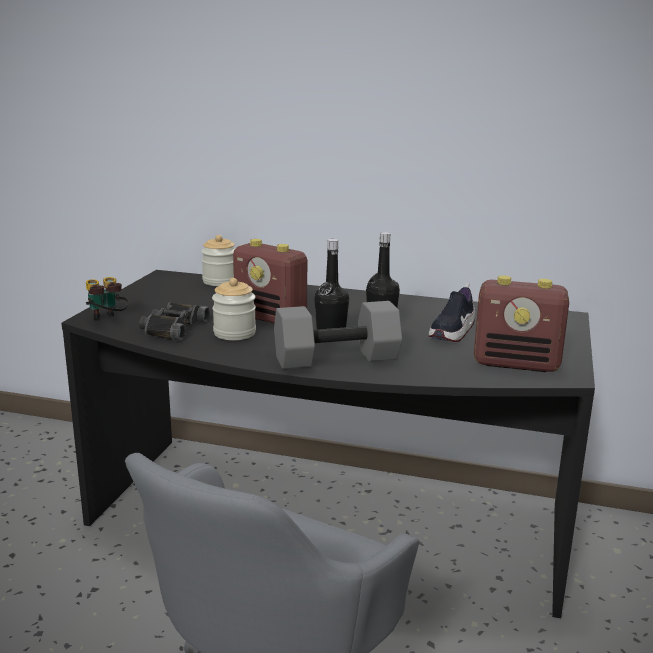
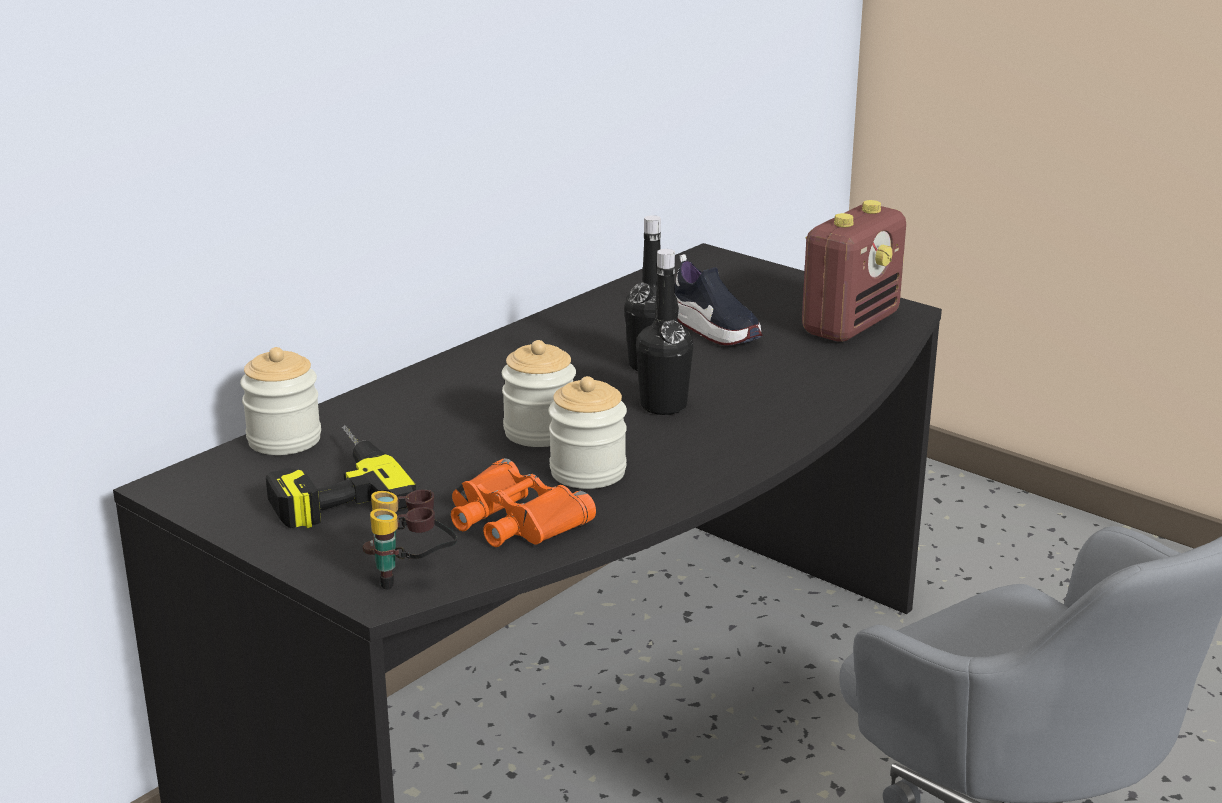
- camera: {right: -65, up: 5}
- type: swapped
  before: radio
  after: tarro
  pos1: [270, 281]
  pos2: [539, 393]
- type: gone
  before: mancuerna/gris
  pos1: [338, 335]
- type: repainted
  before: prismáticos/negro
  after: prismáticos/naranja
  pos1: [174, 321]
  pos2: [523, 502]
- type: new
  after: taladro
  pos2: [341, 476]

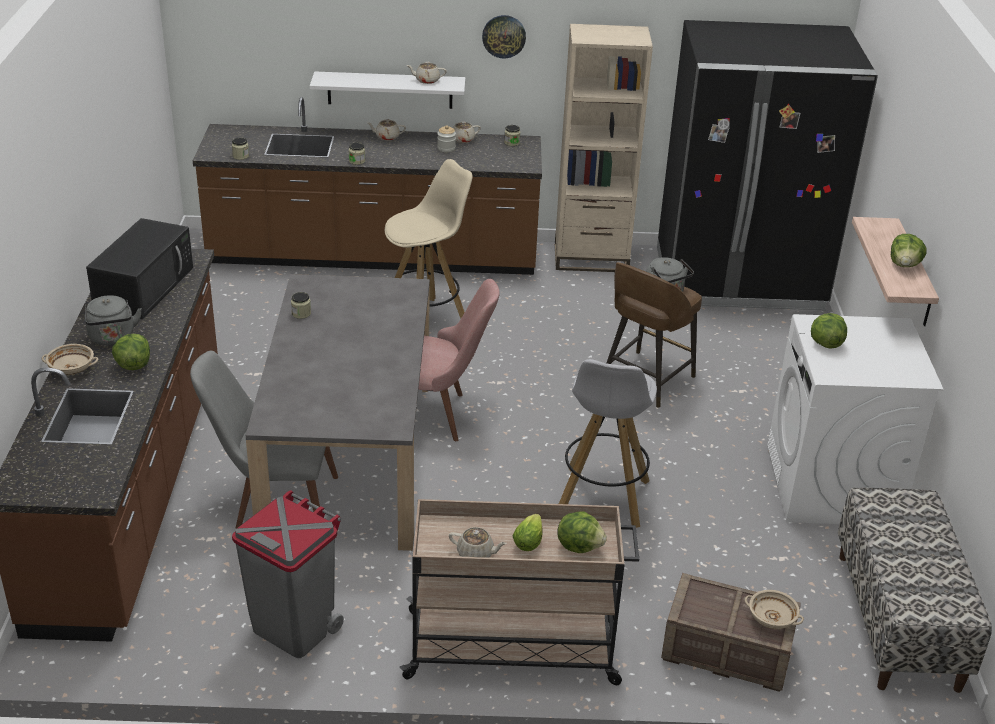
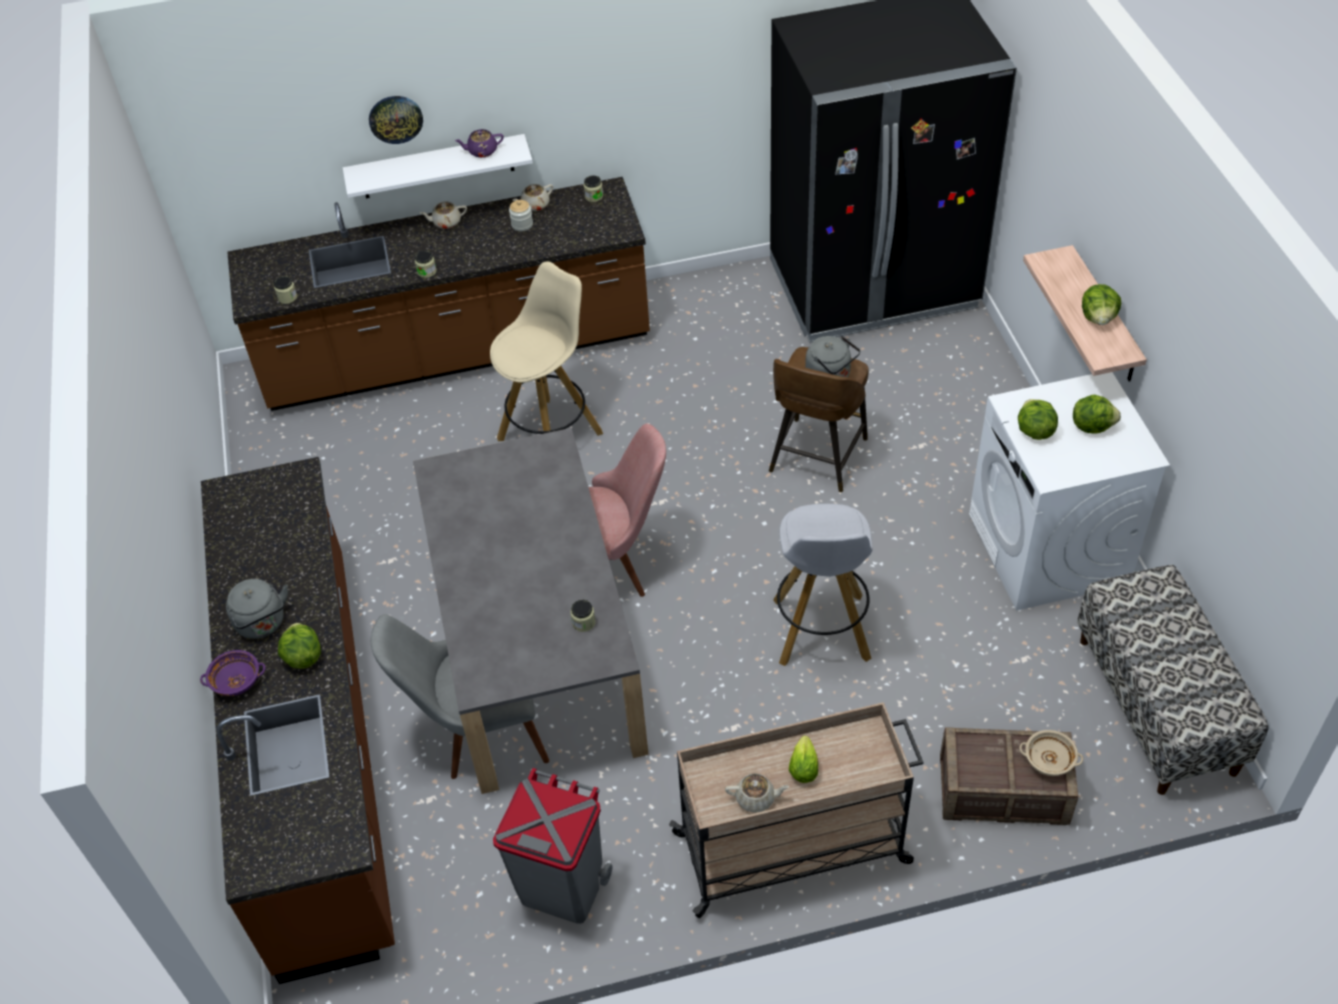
- camera: {right: -10, up: 15}
- type: shifted
  before: reloj de pared
  pos1: [504, 36]
  pos2: [396, 120]
- type: gone
  before: estantería/beis
  pos1: [604, 148]
- type: repainted
  before: tetera/beis
  after: tetera/morado
  pos1: [427, 73]
  pos2: [479, 143]
- type: gone
  before: microondas/negro
  pos1: [139, 268]
- type: shifted
  before: tarro
  pos1: [301, 305]
  pos2: [583, 616]
- type: repainted
  before: cuenco/beis
  after: cuenco/morado
  pos1: [70, 359]
  pos2: [233, 673]
- type: shifted
  before: lechuga
  pos1: [582, 532]
  pos2: [1097, 414]

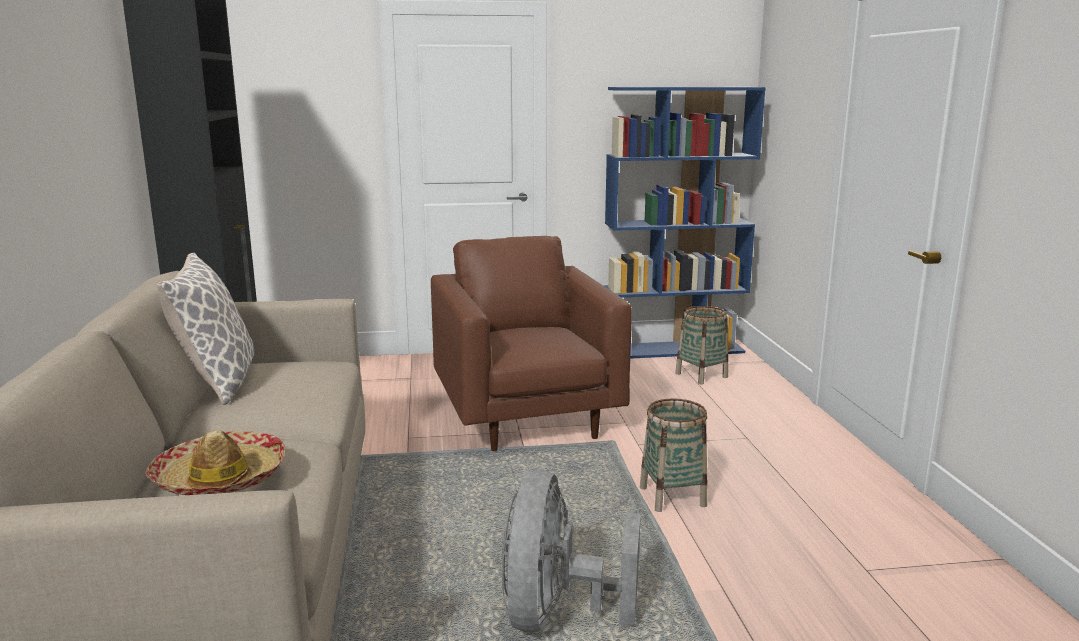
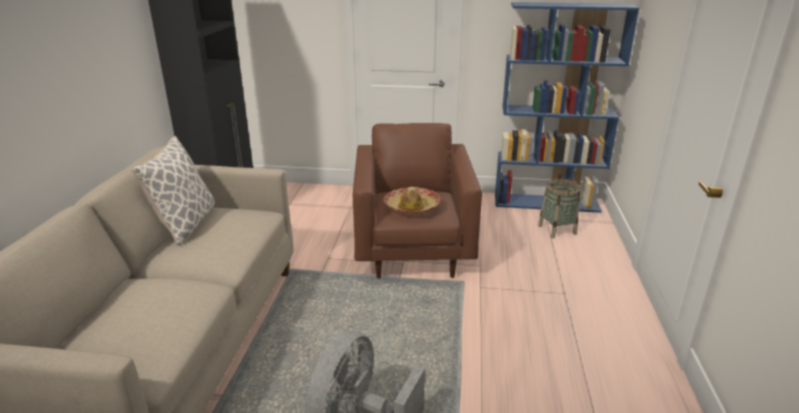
- camera: {right: 15, up: 10}
- type: gone
  before: cesta
  pos1: [673, 455]
- type: shifted
  before: sombrero
  pos1: [215, 463]
  pos2: [411, 201]

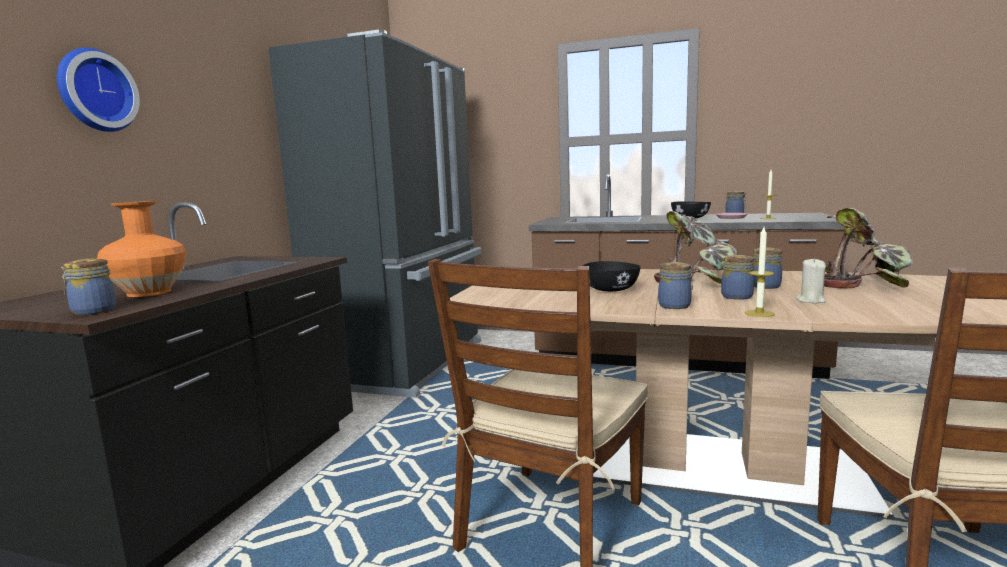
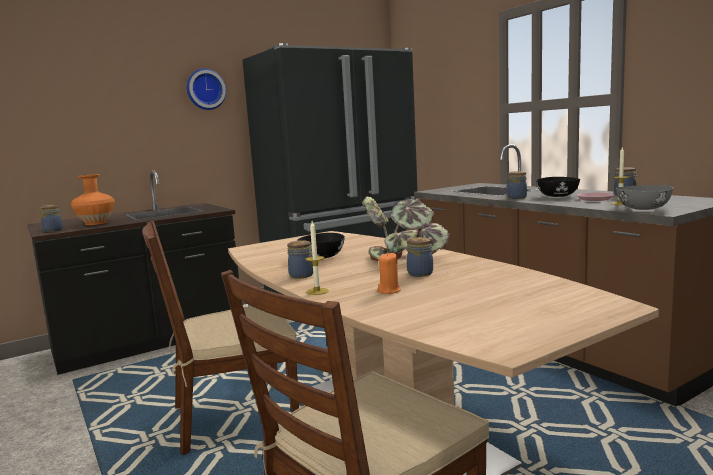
- camera: {right: 40, up: 0}
- type: shifted
  before: reloj de pared
  pos1: [98, 90]
  pos2: [206, 89]
- type: gone
  before: planta en maceta
  pos1: [868, 248]
- type: shifted
  before: tarro
  pos1: [737, 277]
  pos2: [517, 185]
- type: repainted
  before: vela/beis
  after: vela/naranja
  pos1: [811, 281]
  pos2: [389, 273]
- type: new
  after: cuenco/gris
  pos2: [644, 197]

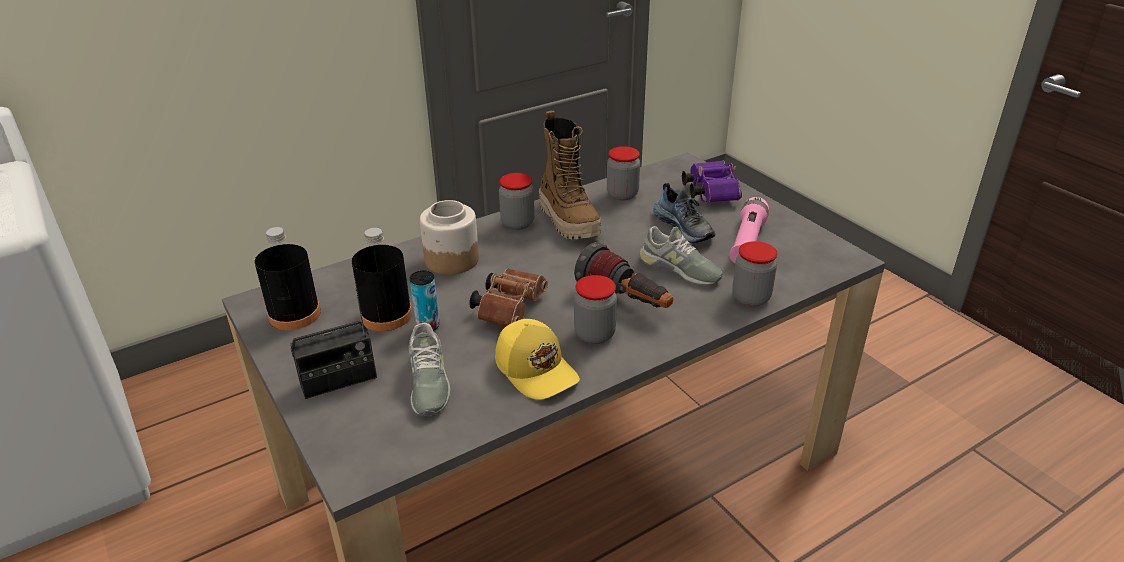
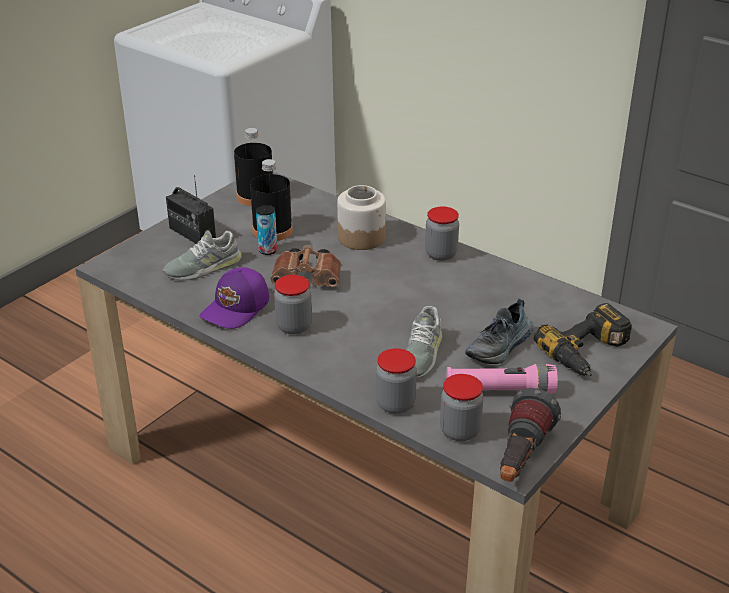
- camera: {right: 70, up: 0}
- type: gone
  before: bota
  pos1: [570, 174]
- type: shifted
  before: tarro
  pos1: [623, 173]
  pos2: [462, 407]
- type: swapped
  before: prismáticos/morado
  after: taladro
  pos1: [712, 181]
  pos2: [583, 339]
- type: shifted
  before: linterna
  pos1: [623, 275]
  pos2: [530, 435]
- type: repainted
  before: gorra/amarillo
  after: gorra/morado
  pos1: [537, 359]
  pos2: [234, 298]

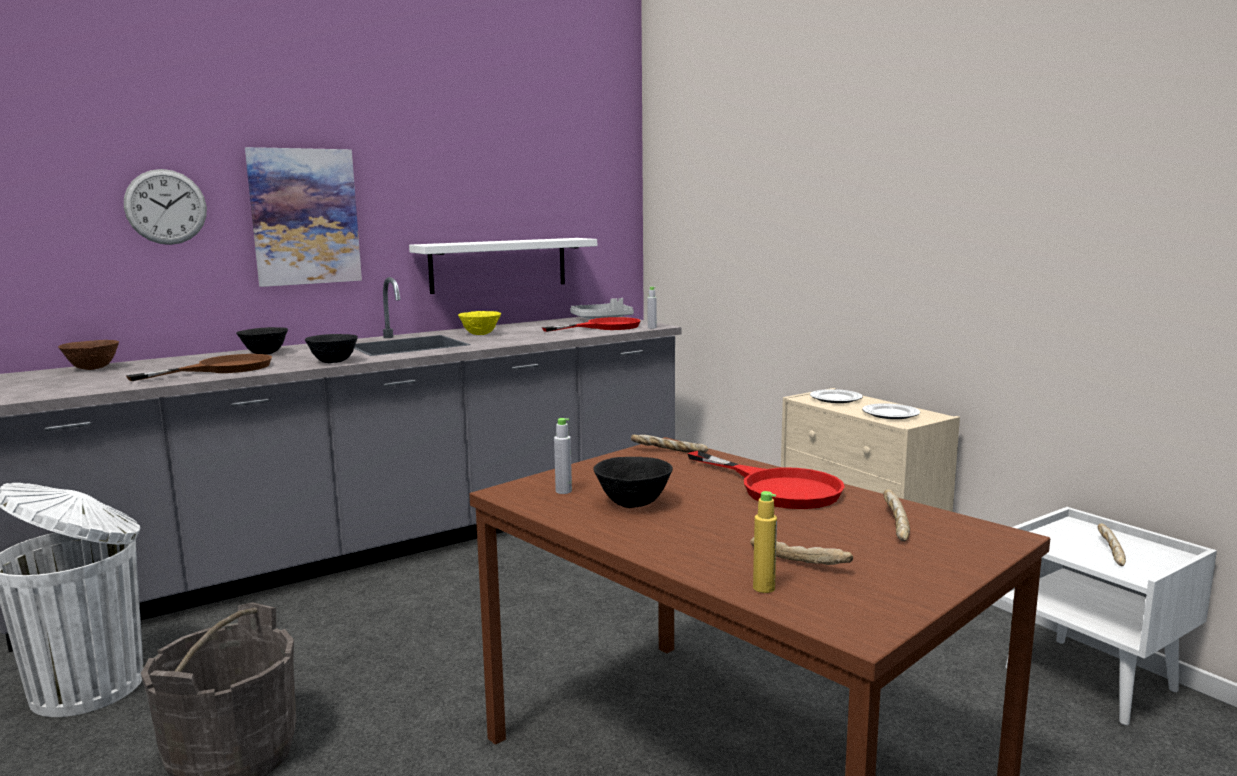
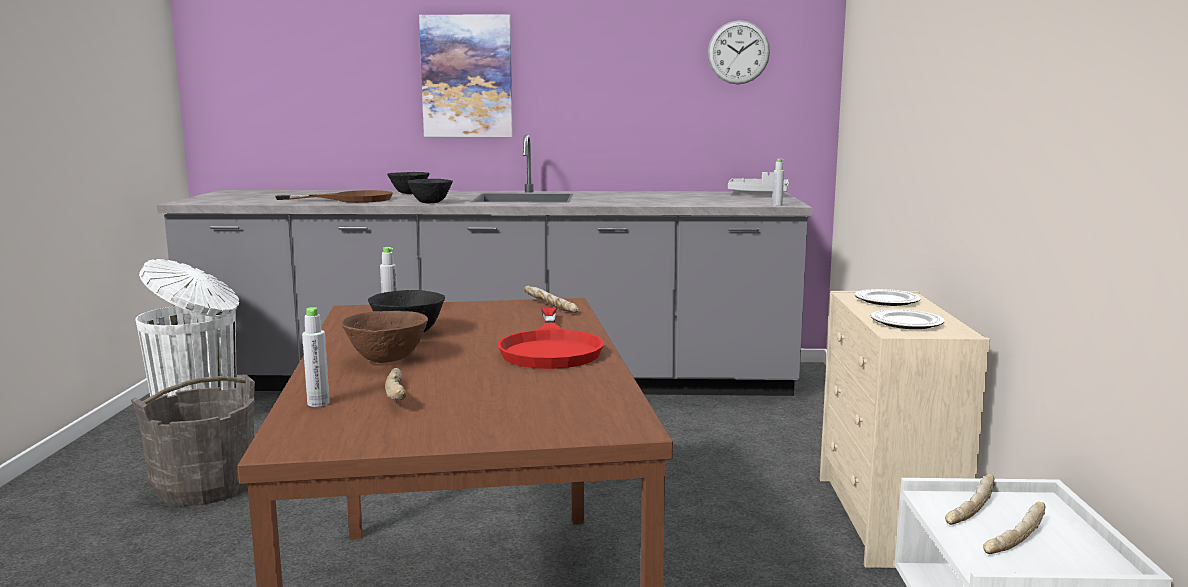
- camera: {right: 35, up: 0}
- type: shifted
  before: reloj de pared
  pos1: [165, 207]
  pos2: [739, 52]
- type: gone
  before: estante/blanco
  pos1: [503, 266]
- type: gone
  before: cuenco/amarillo
  pos1: [479, 323]
- type: gone
  before: sartén/rojo
  pos1: [591, 324]
- type: shifted
  before: cuenco/marrón
  pos1: [88, 355]
  pos2: [384, 337]
- type: shifted
  before: pan
  pos1: [896, 515]
  pos2: [970, 499]
- type: repainted
  before: botella/amarillo
  after: botella/gris
  pos1: [765, 542]
  pos2: [316, 357]

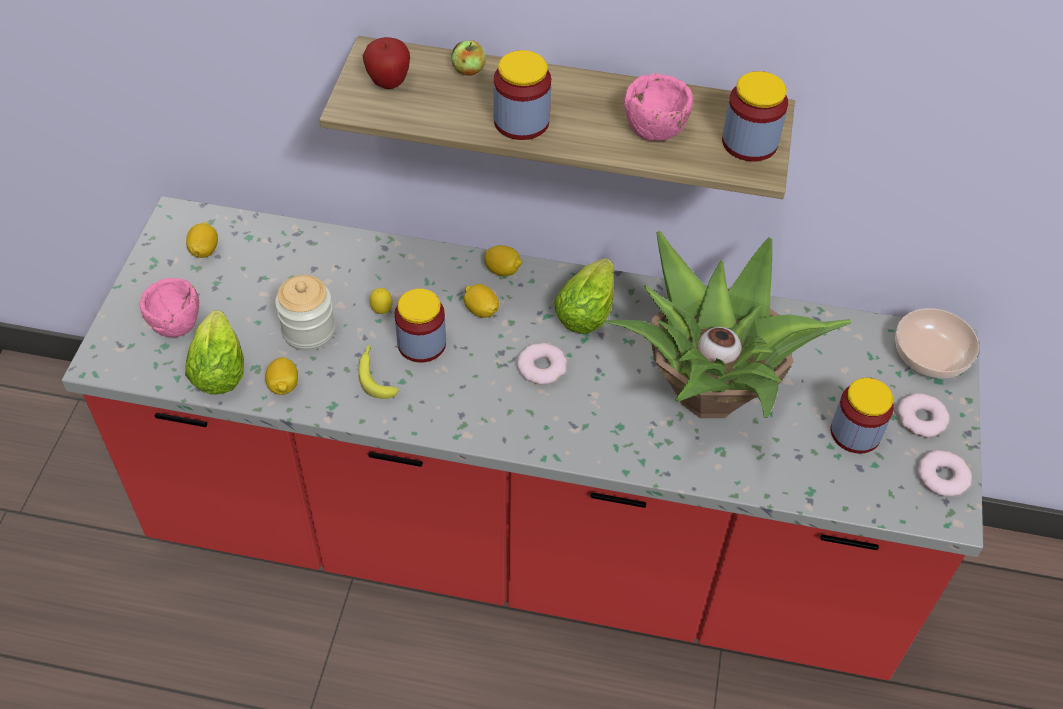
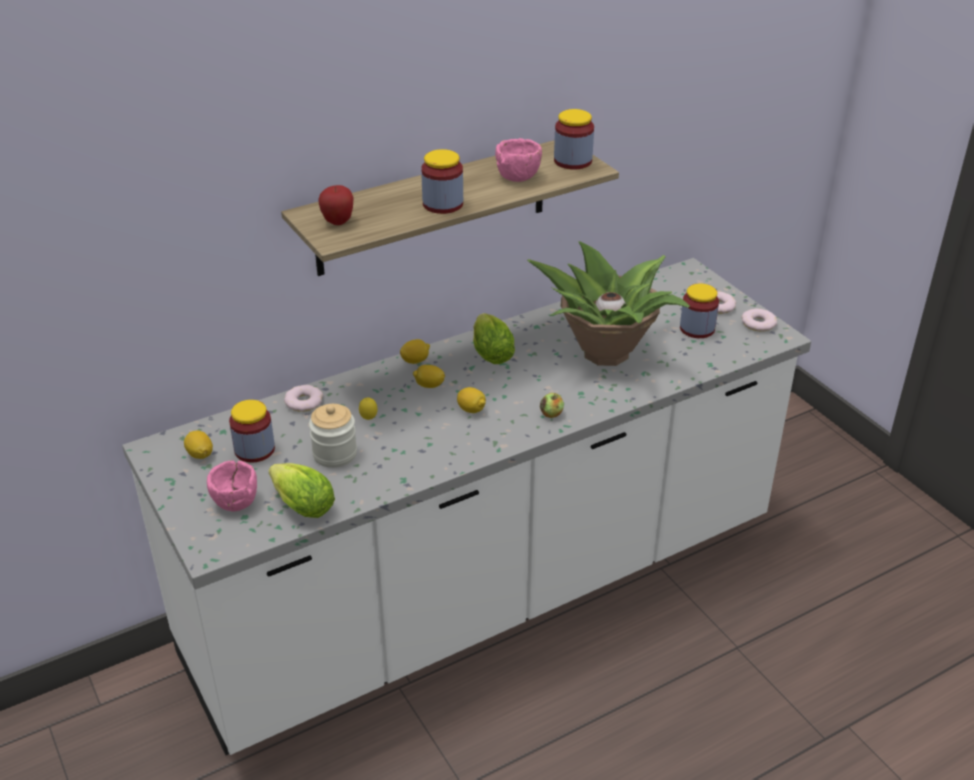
- camera: {right: -40, up: -15}
- type: shifted
  before: manzana
  pos1: [468, 58]
  pos2: [552, 405]
- type: repainted
  before: mueble bajo de cocina/rojo
  after: mueble bajo de cocina/blanco
  pos1: [522, 438]
  pos2: [466, 506]
- type: shifted
  before: tarro
  pos1: [420, 325]
  pos2: [252, 431]
- type: gone
  before: cuenco
  pos1: [937, 343]
- type: shifted
  before: rosquilla
  pos1: [542, 364]
  pos2: [303, 398]
- type: gone
  before: plátano
  pos1: [378, 371]
- type: shifted
  before: limón
  pos1: [281, 376]
  pos2: [471, 400]

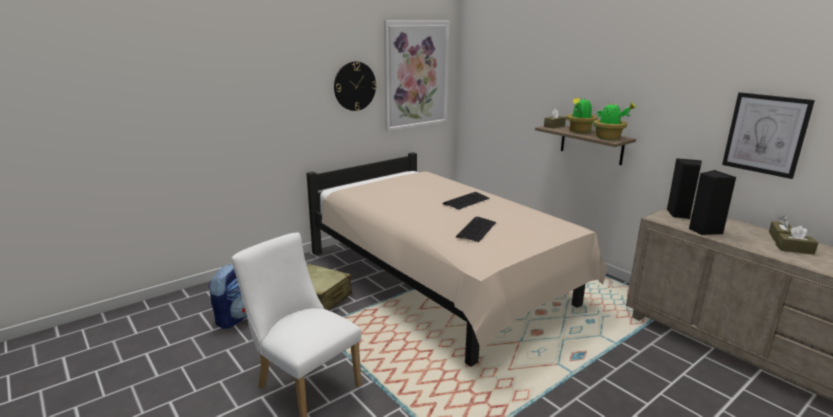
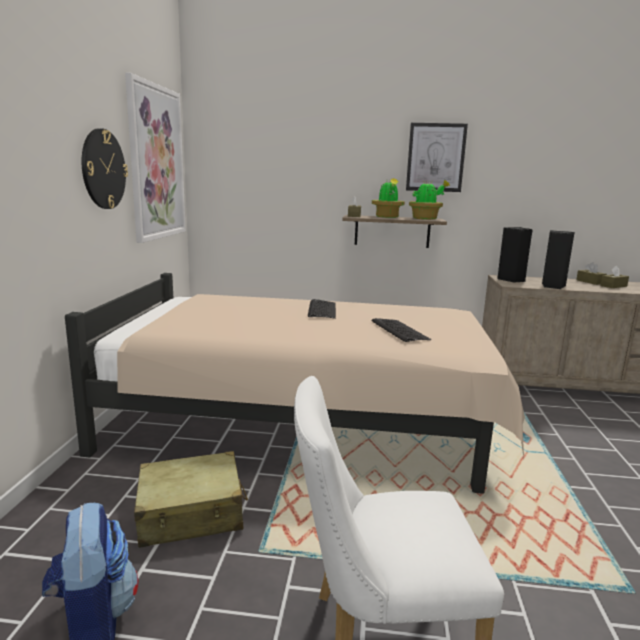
- camera: {right: -45, up: -5}
- type: shifted
  before: cuadro
  pos1: [768, 135]
  pos2: [437, 157]

